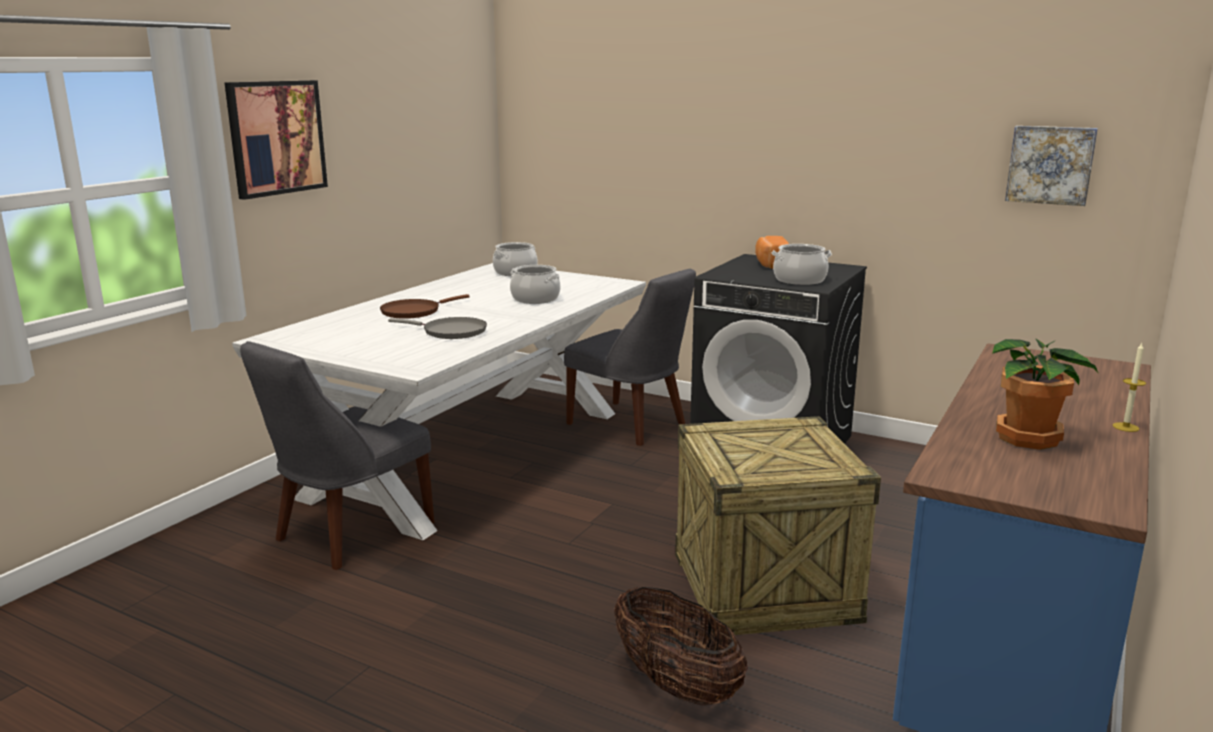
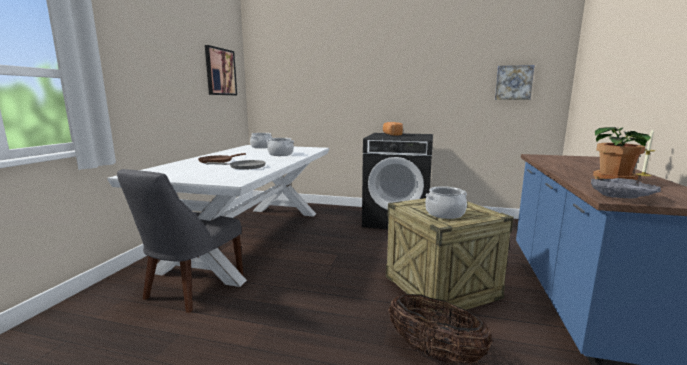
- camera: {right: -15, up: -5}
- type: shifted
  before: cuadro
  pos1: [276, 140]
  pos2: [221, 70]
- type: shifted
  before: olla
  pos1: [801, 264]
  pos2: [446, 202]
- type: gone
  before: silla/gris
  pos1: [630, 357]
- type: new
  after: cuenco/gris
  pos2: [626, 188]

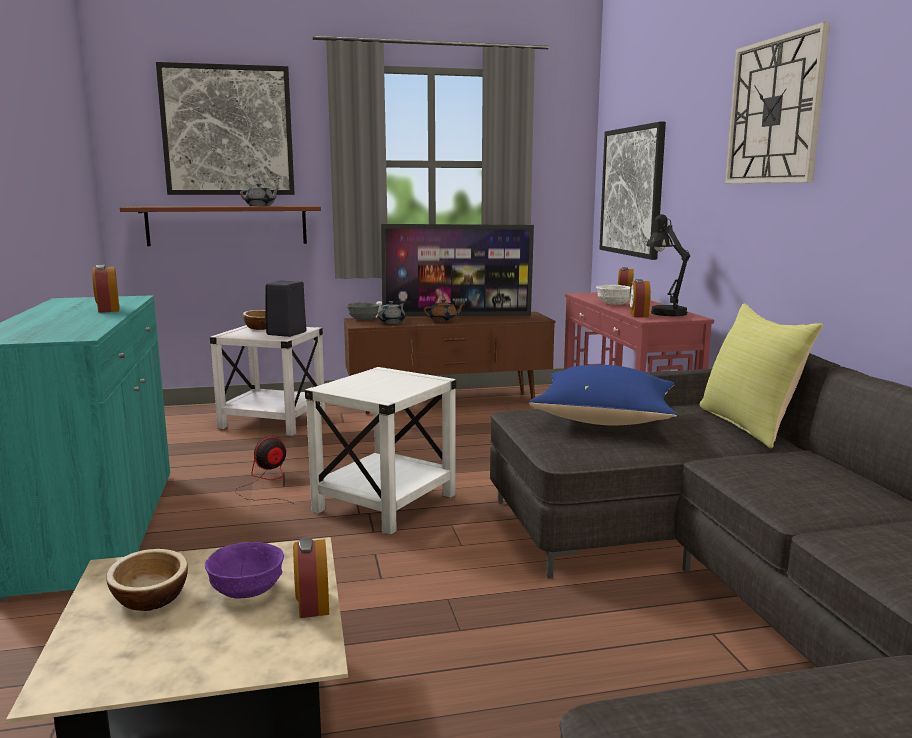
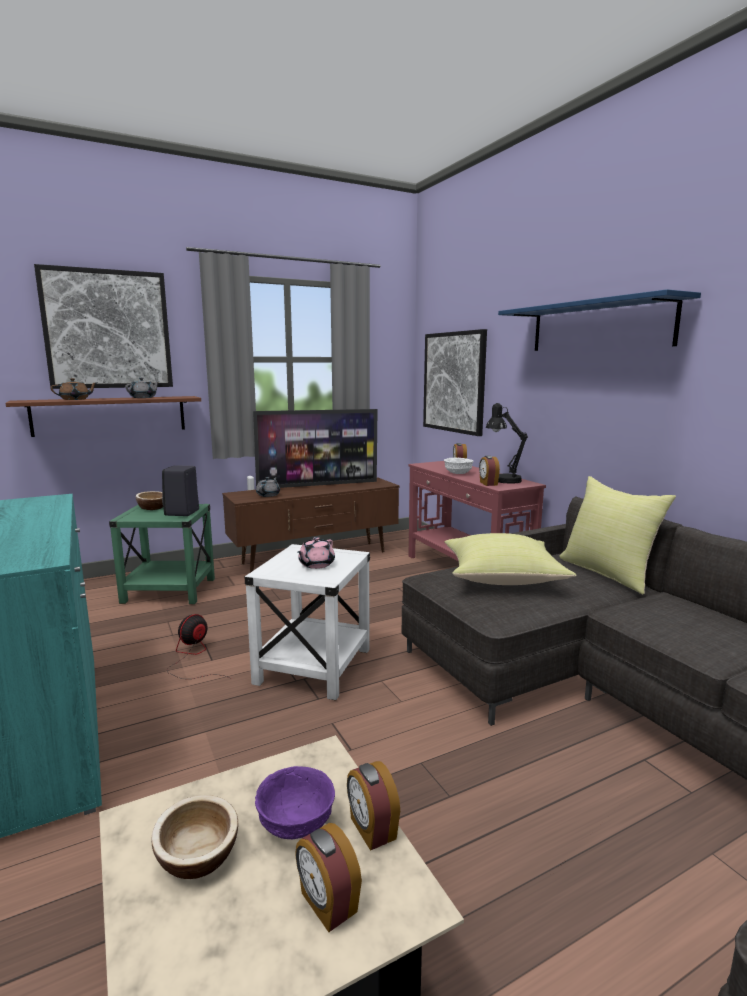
- camera: {right: -15, up: 0}
- type: swapped
  before: reloj de pared
  after: estante/azul
  pos1: [777, 102]
  pos2: [599, 320]
- type: shifted
  before: despertador
  pos1: [105, 289]
  pos2: [328, 877]
- type: shifted
  before: tetera/marrón
  pos1: [444, 310]
  pos2: [74, 389]
- type: gone
  before: cuenco/gris
  pos1: [363, 311]
- type: repainted
  before: mesa auxiliar/blanco
  after: mesa auxiliar/verde
  pos1: [267, 380]
  pos2: [162, 554]
- type: repainted
  before: cojín/azul
  after: cojín/amarillo
  pos1: [603, 395]
  pos2: [510, 559]
- type: new
  after: tetera/rosa
  pos2: [316, 553]

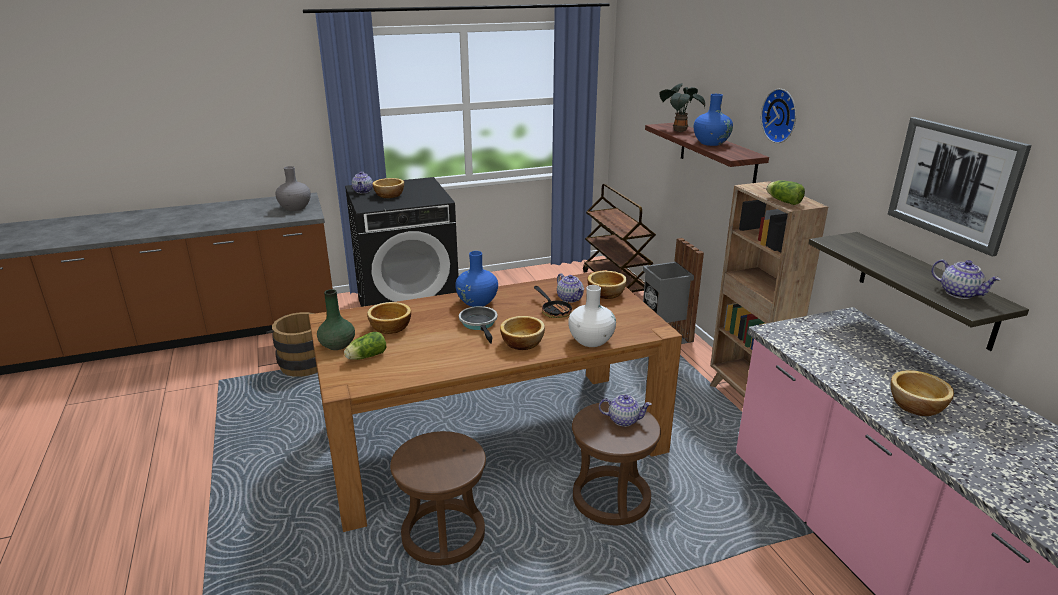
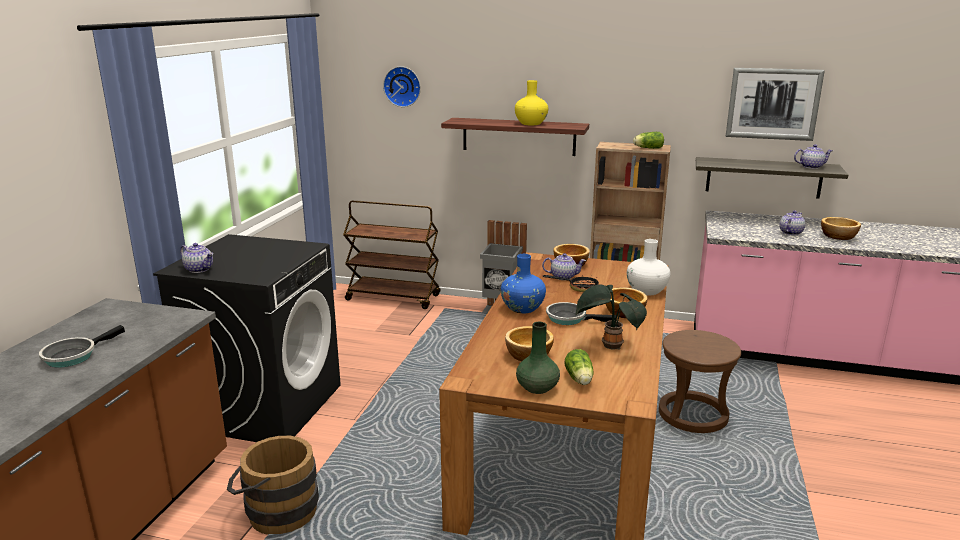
- camera: {right: -55, up: -5}
- type: shifted
  before: planta en maceta
  pos1: [682, 107]
  pos2: [611, 317]
- type: shifted
  before: reloj de pared
  pos1: [778, 116]
  pos2: [402, 86]
- type: repainted
  before: florero/azul
  after: florero/amarillo
  pos1: [713, 120]
  pos2: [531, 102]
- type: gone
  before: florero/gris
  pos1: [293, 188]
- type: gone
  before: cuenco
  pos1: [388, 188]
- type: shifted
  before: tetera
  pos1: [625, 410]
  pos2: [792, 223]
- type: gone
  before: taburete/marrón
  pos1: [438, 498]
- type: new
  after: sartén
  pos2: [82, 346]

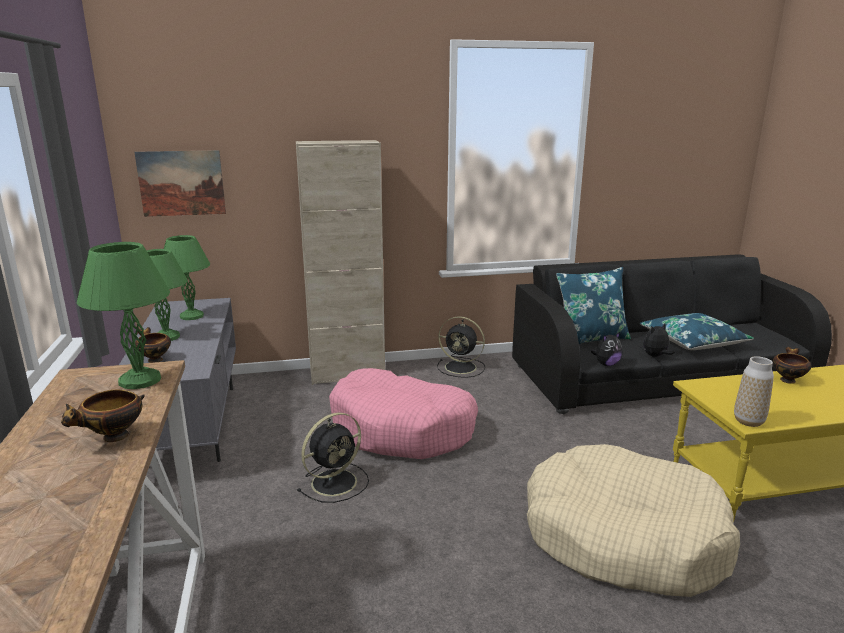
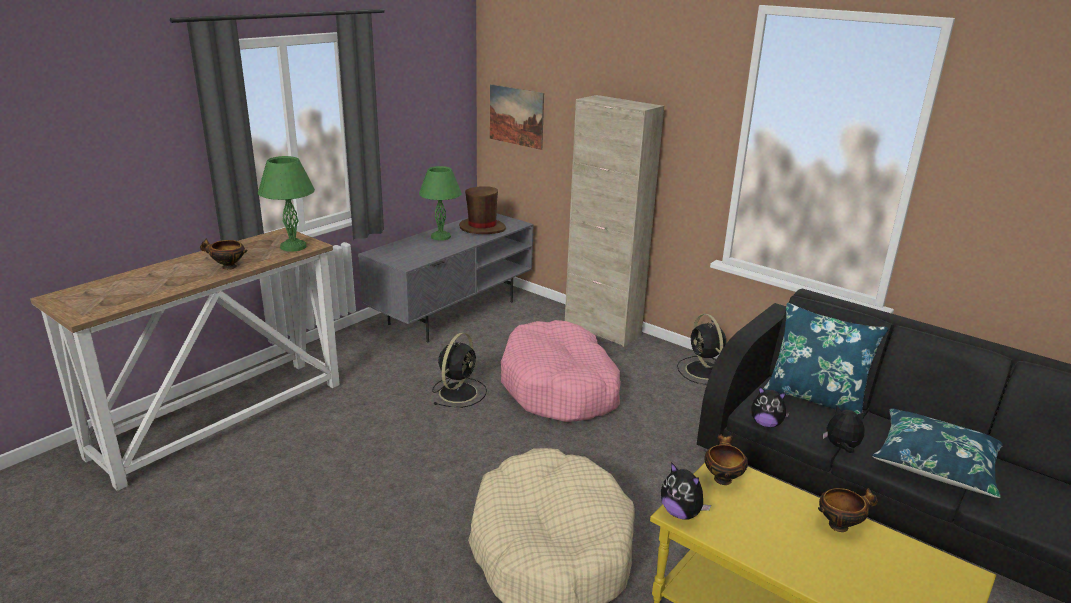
- camera: {right: 50, up: 5}
- type: swapped
  before: lámpara de mesa/verde
  after: sombrero/marrón
  pos1: [187, 277]
  pos2: [482, 210]
- type: shifted
  before: cuenco
  pos1: [153, 345]
  pos2: [726, 459]
- type: swapped
  before: florero
  after: peluche
  pos1: [754, 391]
  pos2: [686, 491]
- type: rotated
  before: ventilador/negro
  pos1: [333, 458]
  pos2: [459, 370]
  turn: -75

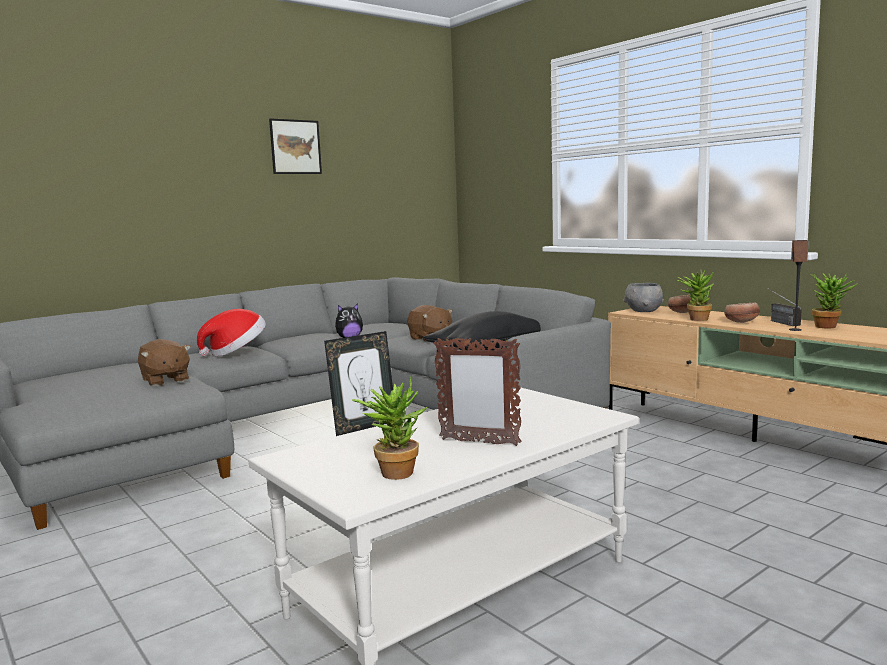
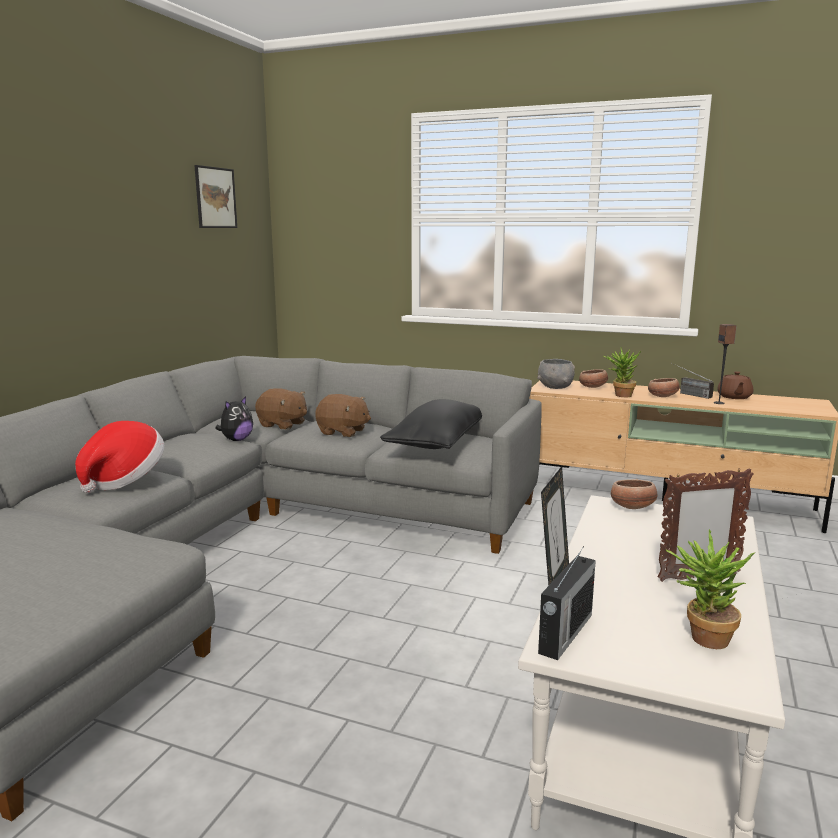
- camera: {right: -30, up: 5}
- type: shifted
  before: cuadro
  pos1: [295, 146]
  pos2: [215, 196]
- type: swapped
  before: planta en maceta
  after: tetera/marrón
  pos1: [834, 301]
  pos2: [735, 385]
- type: shifted
  before: peluche/marrón
  pos1: [164, 362]
  pos2: [281, 409]
- type: new
  after: cuenco
  pos2: [634, 494]
- type: new
  after: radio
  pos2: [567, 603]

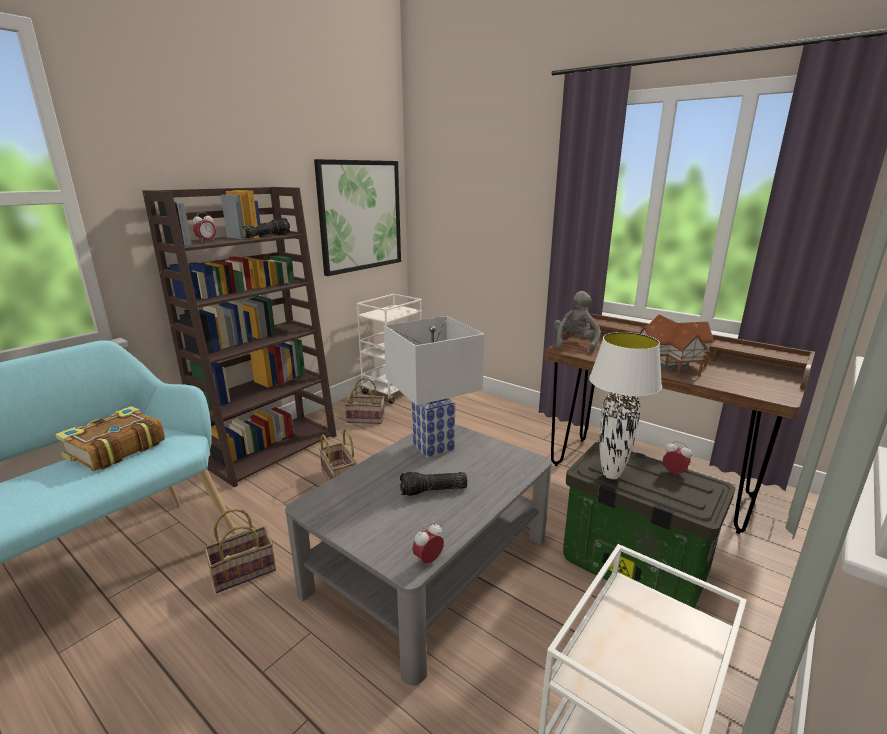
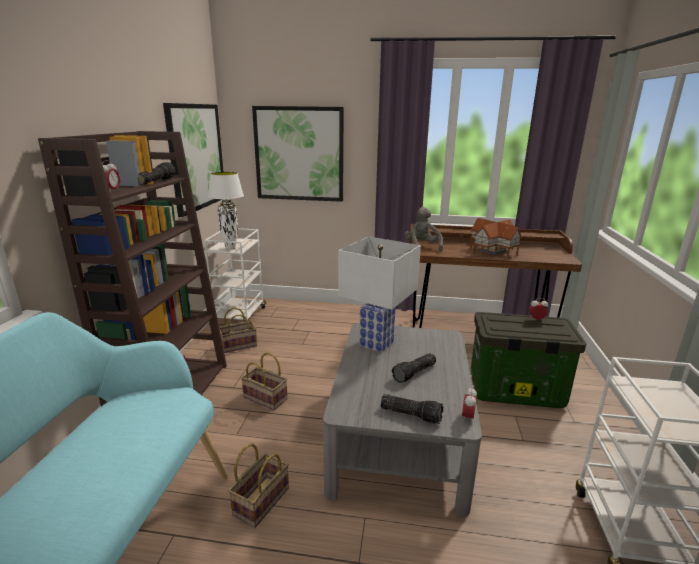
- camera: {right: -30, up: 0}
- type: shifted
  before: lámpara de mesa/blanco
  pos1: [625, 405]
  pos2: [226, 211]
- type: gone
  before: libro
  pos1: [110, 438]
- type: new
  after: cuadro
  pos2: [298, 154]
- type: new
  after: linterna
  pos2: [412, 409]

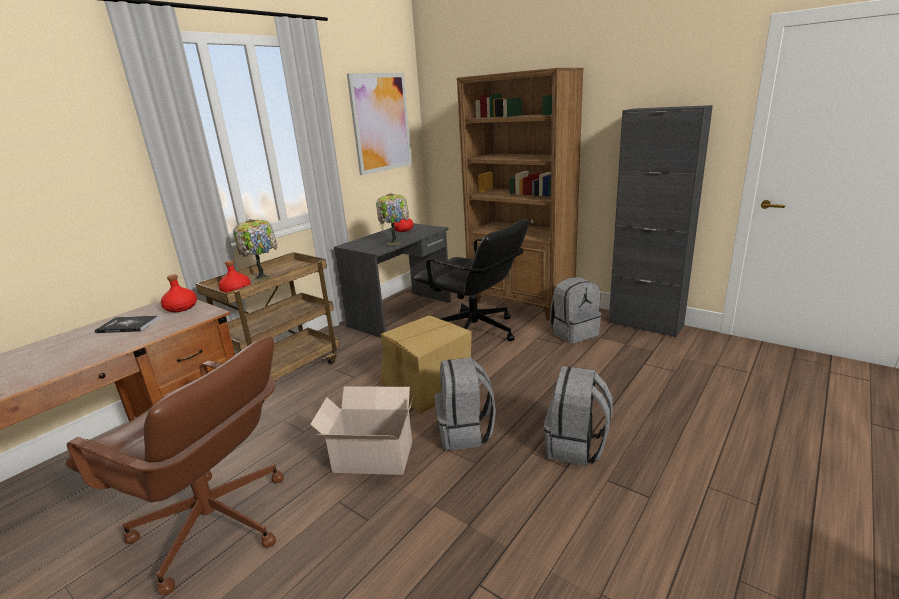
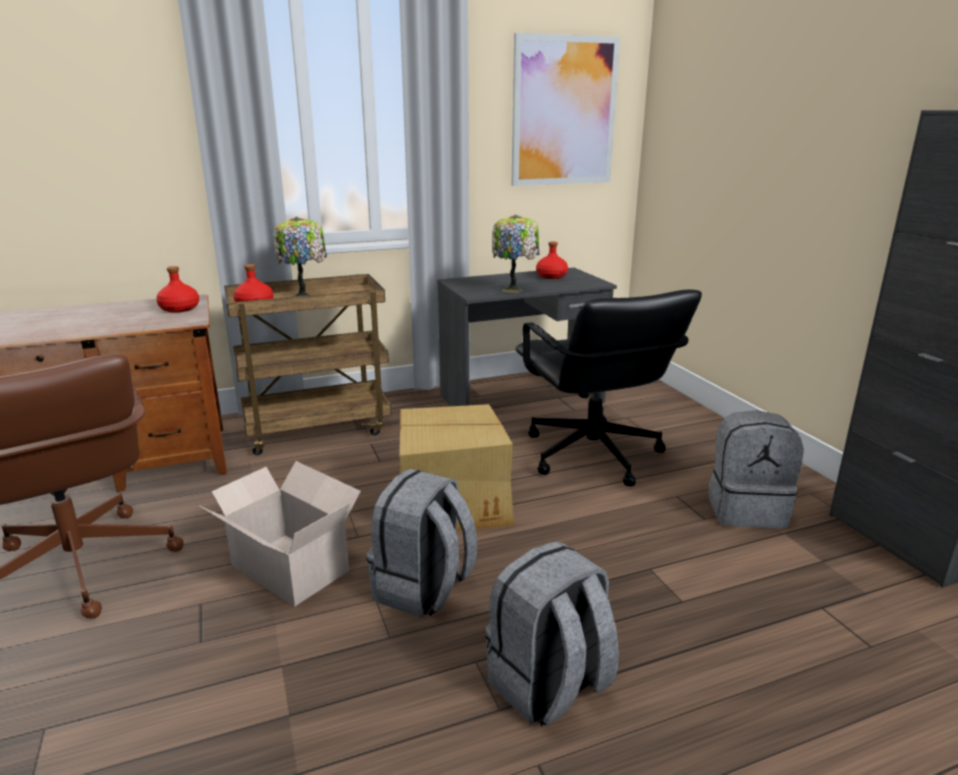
- camera: {right: 30, up: 0}
- type: gone
  before: estantería/marrón
  pos1: [520, 194]
- type: gone
  before: libro
  pos1: [127, 324]

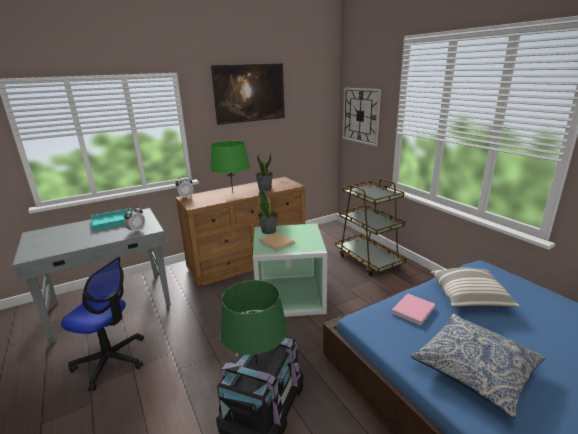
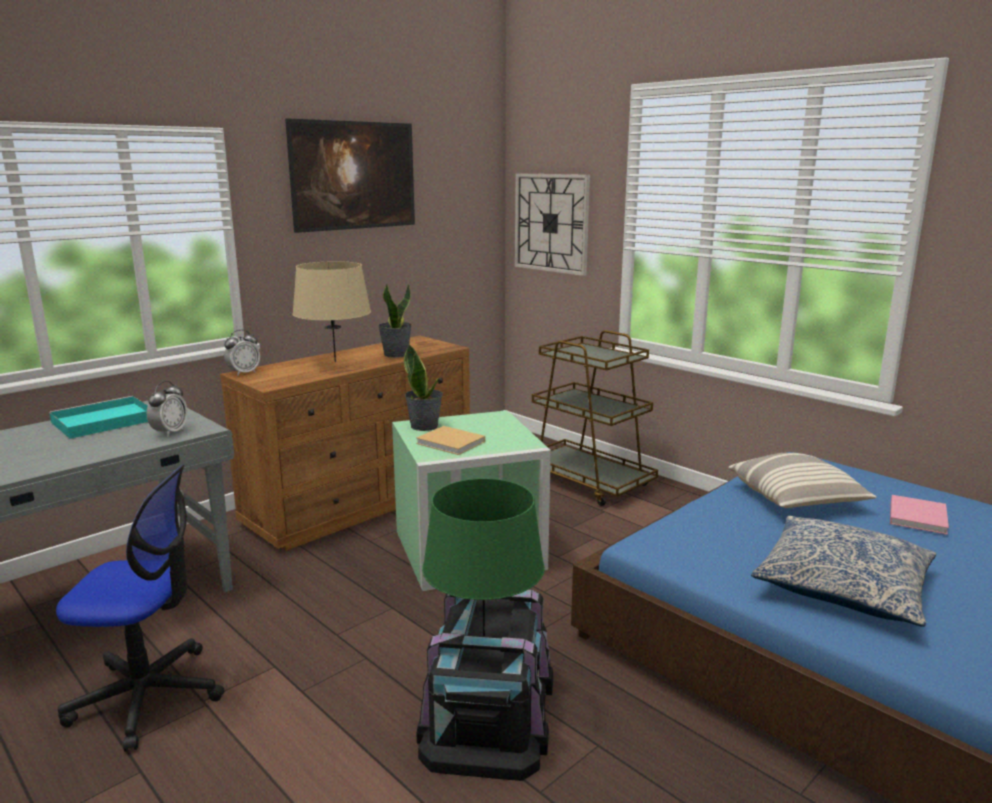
- camera: {right: -15, up: -5}
- type: repainted
  before: lámpara de mesa/verde
  after: lámpara de mesa/beis
  pos1: [230, 167]
  pos2: [331, 311]
- type: shifted
  before: libro/rosa
  pos1: [413, 309]
  pos2: [919, 515]

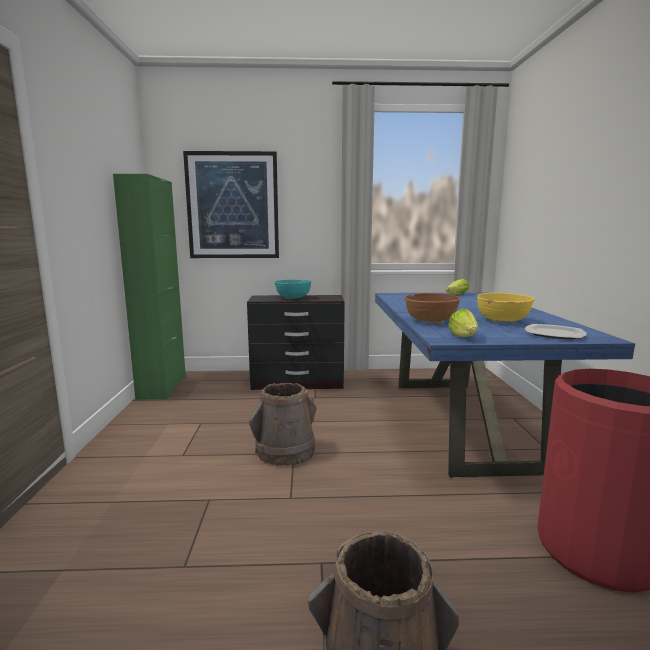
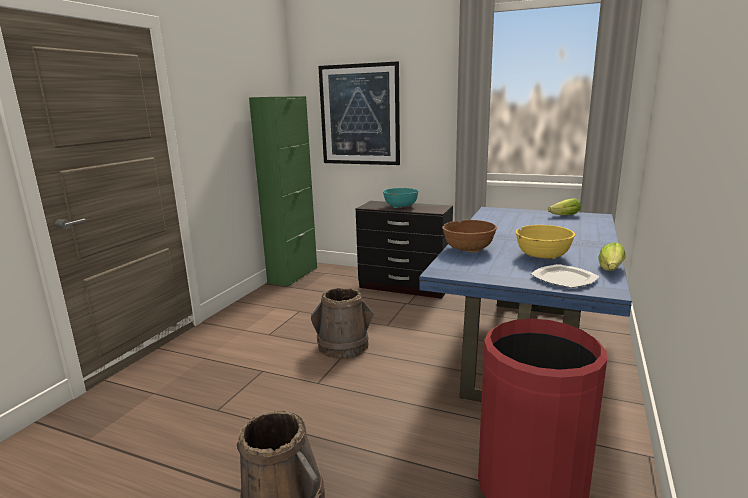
- camera: {right: 25, up: 5}
- type: shifted
  before: lechuga
  pos1: [463, 322]
  pos2: [611, 256]

